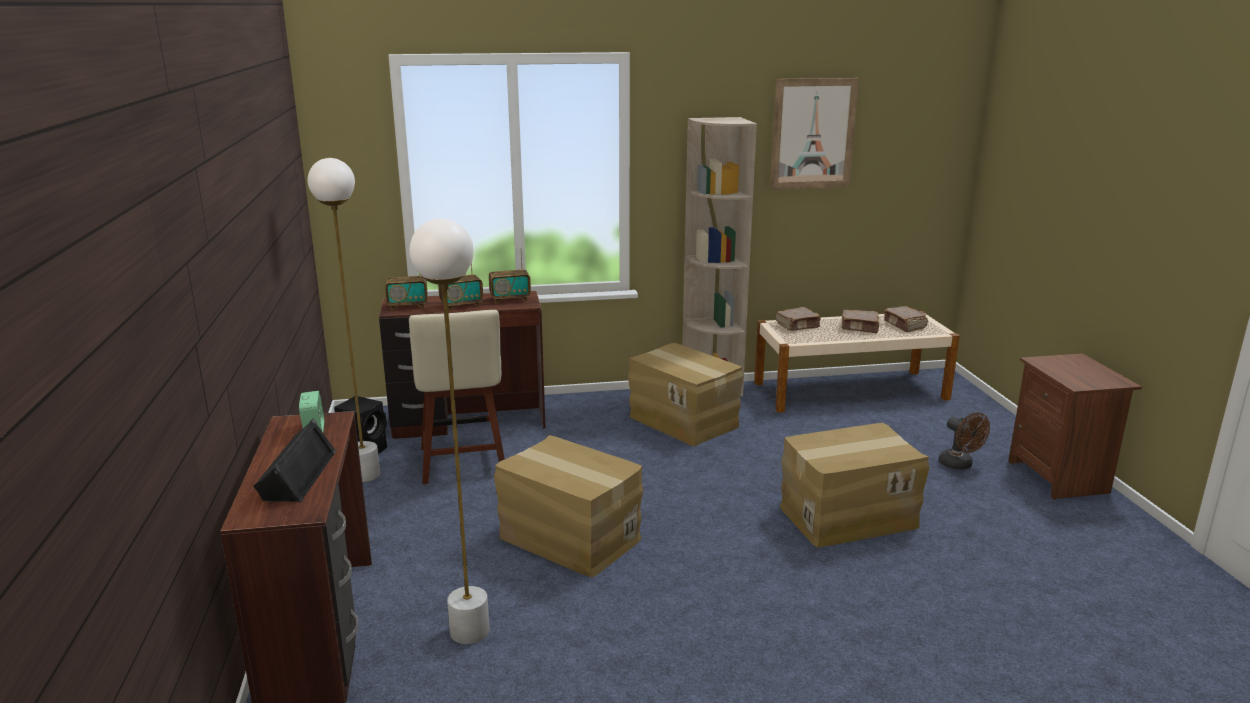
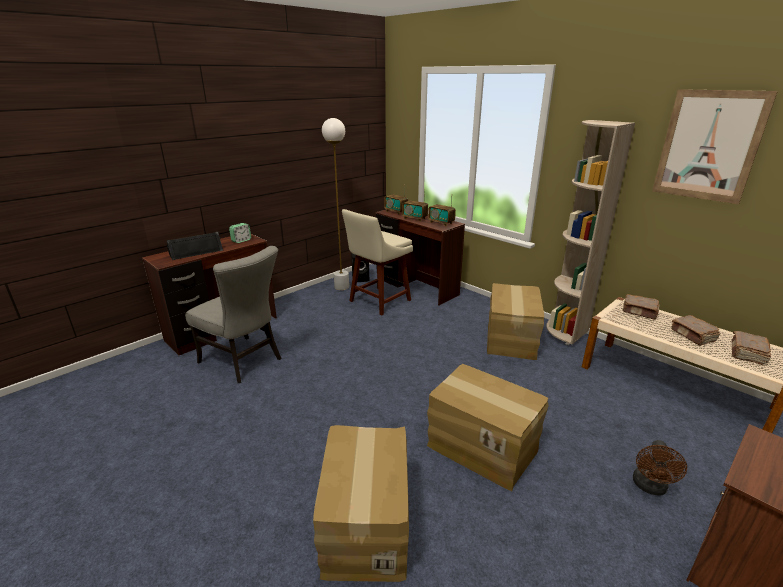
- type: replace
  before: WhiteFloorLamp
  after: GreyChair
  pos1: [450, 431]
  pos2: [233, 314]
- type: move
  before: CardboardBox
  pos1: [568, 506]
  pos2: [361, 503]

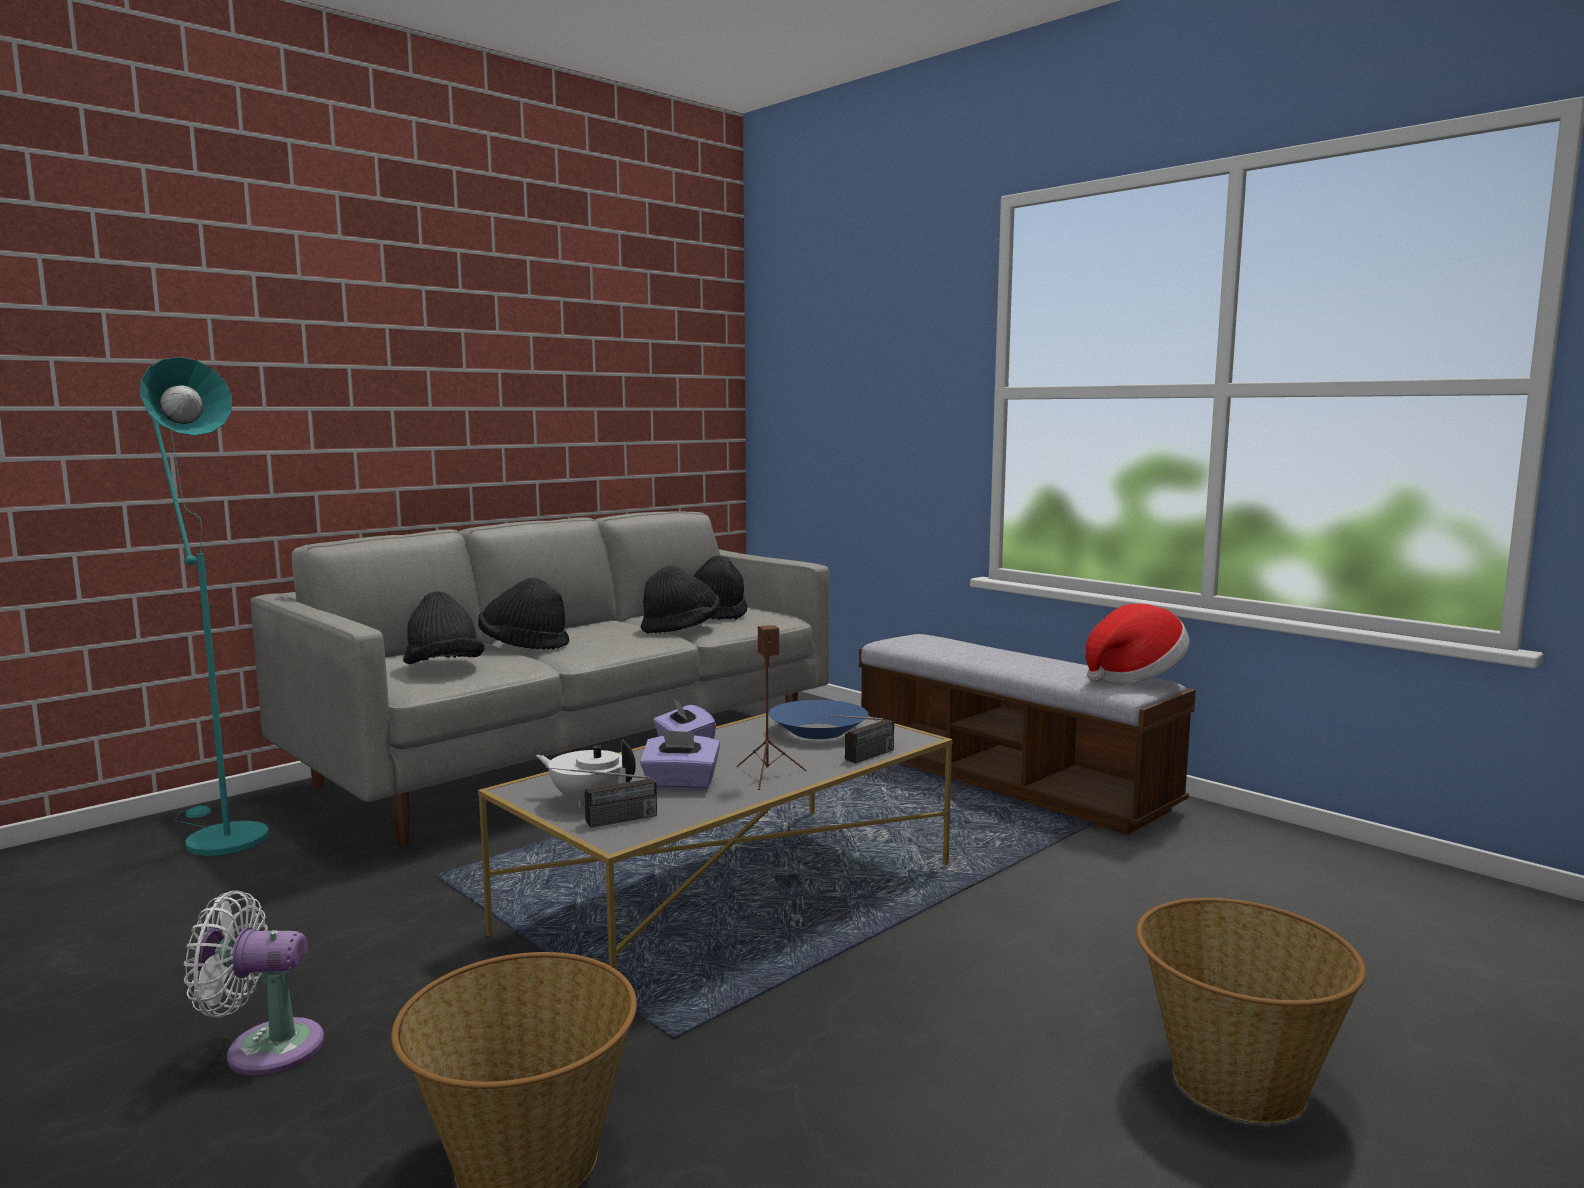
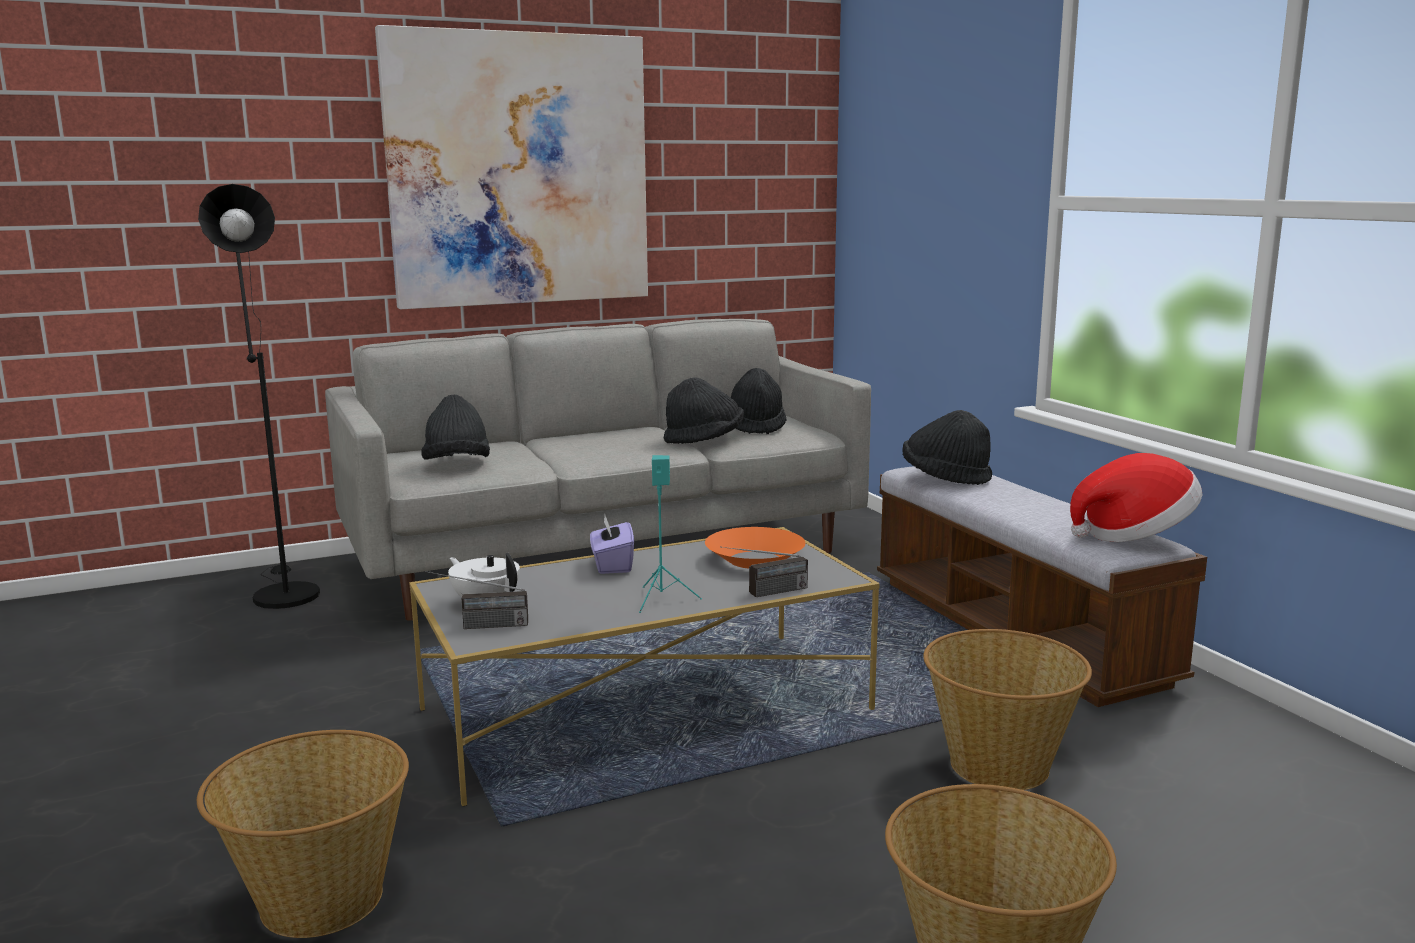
- type: recolor
  before: TurquoiseFloorLamp
  after: BlackFloorLamp
  pos1: [204, 606]
  pos2: [259, 396]
- type: insert
  after: WallArt
  pos2: [511, 167]
- type: recolor
  before: BrownLoudspeaker
  after: TurquoiseLoudspeaker
  pos1: [771, 707]
  pos2: [670, 534]
- type: recolor
  before: BluishBowl
  after: OrangeBowl
  pos1: [818, 719]
  pos2: [755, 548]
- type: move
  before: BlackWearableHat
  pos1: [523, 614]
  pos2: [947, 447]
- type: insert
  after: Basket
  pos2: [1007, 709]
- type: delete
  before: WhiteCoolingFan
  pos1: [254, 983]
- type: delete
  before: PurpleColouredBoxOfTissues
  pos1: [680, 760]

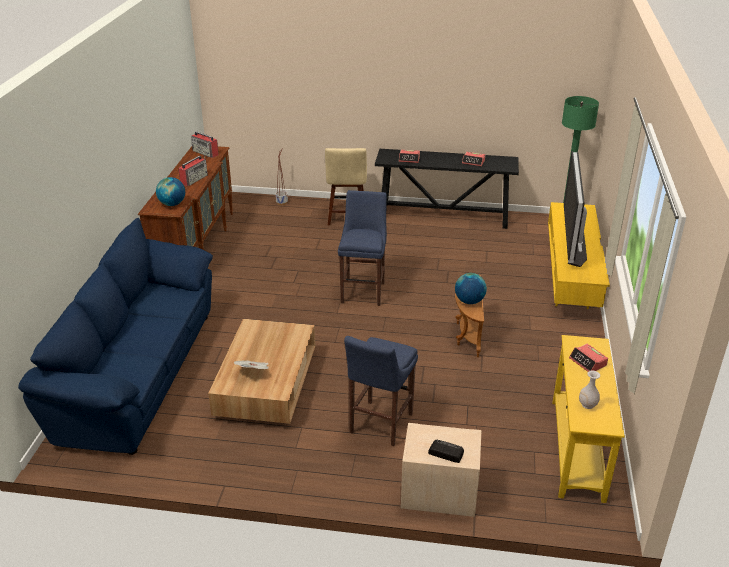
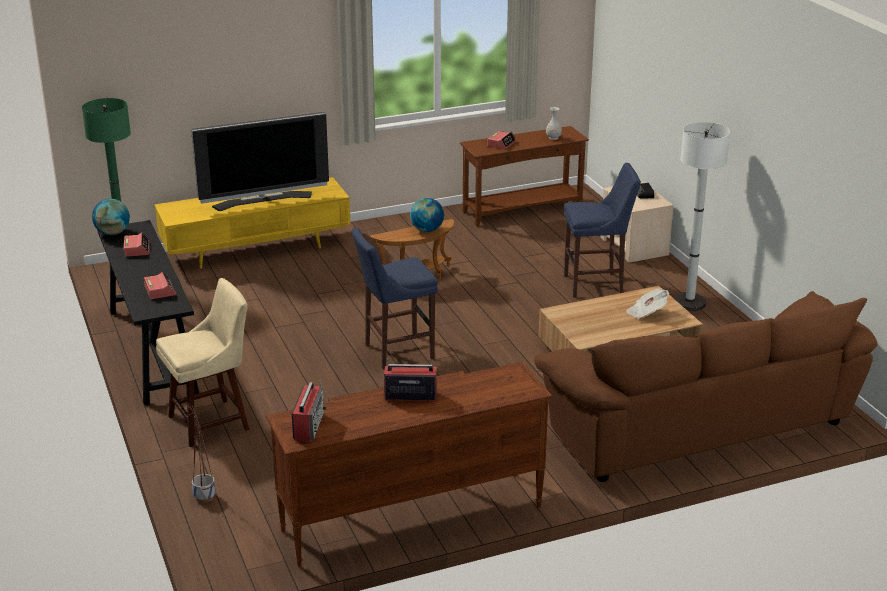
- type: move
  before: Globe
  pos1: [170, 191]
  pos2: [111, 217]
- type: recolor
  before: YellowColouredHallTable
  after: BrownHallTable
  pos1: [588, 419]
  pos2: [524, 176]
- type: recolor
  before: BluishCouch
  after: BrownCouch
  pos1: [115, 336]
  pos2: [706, 386]
- type: insert
  after: WhiteFloorLamp
  pos2: [702, 216]

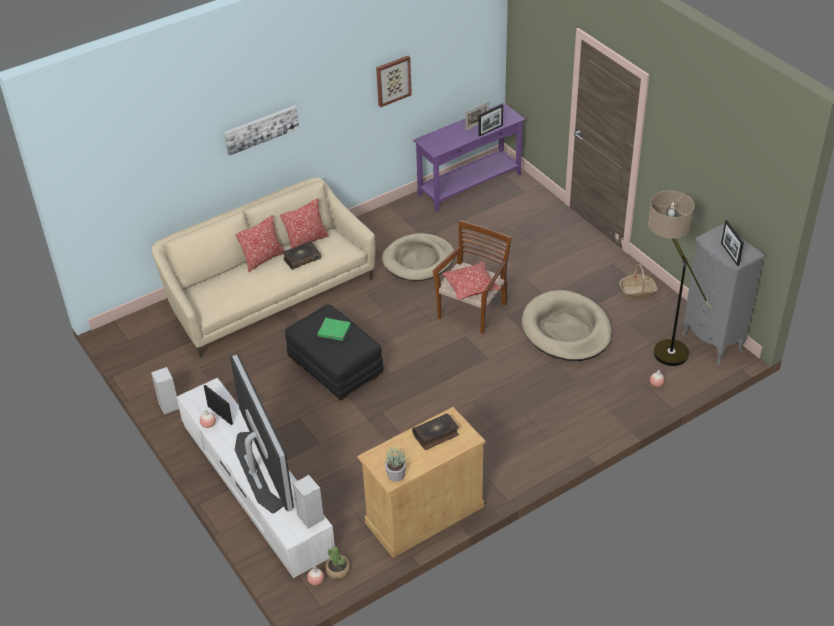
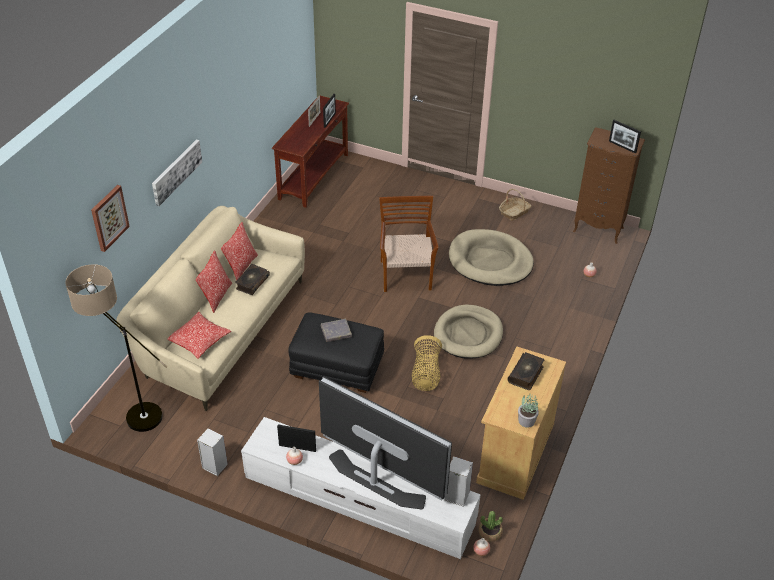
- type: move
  before: FloorLamp
  pos1: [679, 278]
  pos2: [116, 348]
- type: move
  before: WallArt
  pos1: [394, 81]
  pos2: [110, 218]
- type: move
  before: ThrowPillow
  pos1: [471, 280]
  pos2: [199, 335]
- type: recolor
  before: PurpleColouredHallTable
  after: BrownHallTable
  pos1: [469, 157]
  pos2: [310, 152]
- type: recolor
  before: GreenColouredBook
  after: GreyBook
  pos1: [334, 329]
  pos2: [336, 330]
- type: insert
  after: Basket
  pos2: [427, 363]
- type: move
  before: BeigeColouredDogBed
  pos1: [418, 257]
  pos2: [468, 331]
- type: recolor
  before: GreyDresser
  after: BrownDresser
  pos1: [723, 294]
  pos2: [609, 185]

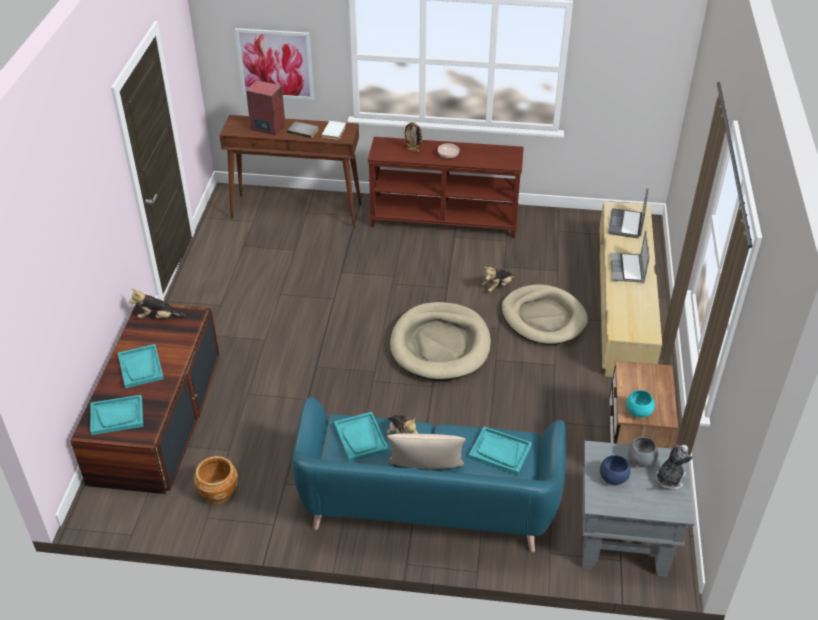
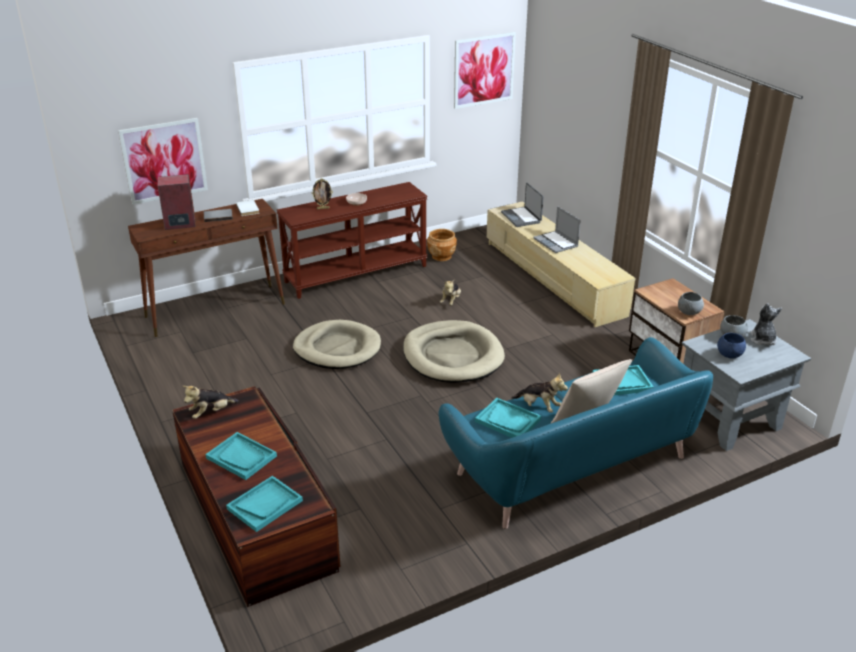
- type: move
  before: BeigeColouredDogBed
  pos1: [545, 314]
  pos2: [337, 344]
- type: move
  before: BrownFlowerPot
  pos1: [216, 480]
  pos2: [442, 245]
- type: insert
  after: WallArt
  pos2: [485, 70]
- type: recolor
  before: TurquoiseBowl
  after: GreyBowl
  pos1: [640, 404]
  pos2: [691, 303]

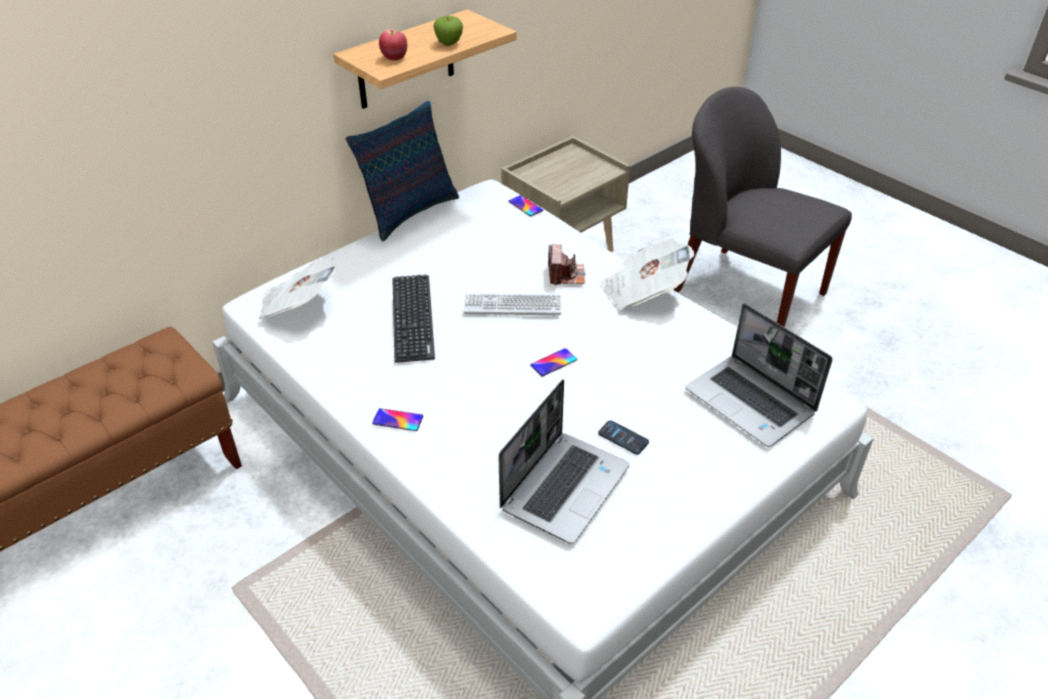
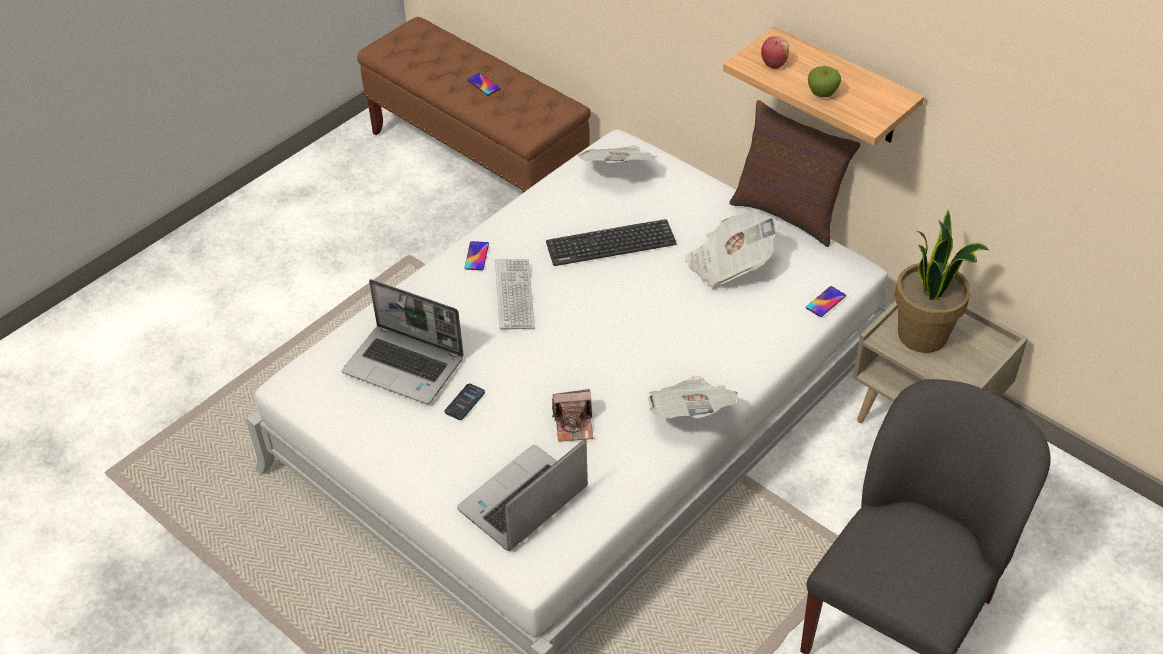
- type: move
  before: Telephone
  pos1: [553, 362]
  pos2: [484, 84]
- type: move
  before: ComputerKeyboard
  pos1: [512, 305]
  pos2: [515, 294]
- type: move
  before: PhotoCamera
  pos1: [566, 264]
  pos2: [572, 415]
- type: insert
  after: DailyPaper
  pos2: [732, 248]
- type: recolor
  before: BluishThrowPillow
  after: BrownThrowPillow
  pos1: [402, 171]
  pos2: [794, 173]
- type: insert
  after: PottedPlant
  pos2: [942, 281]

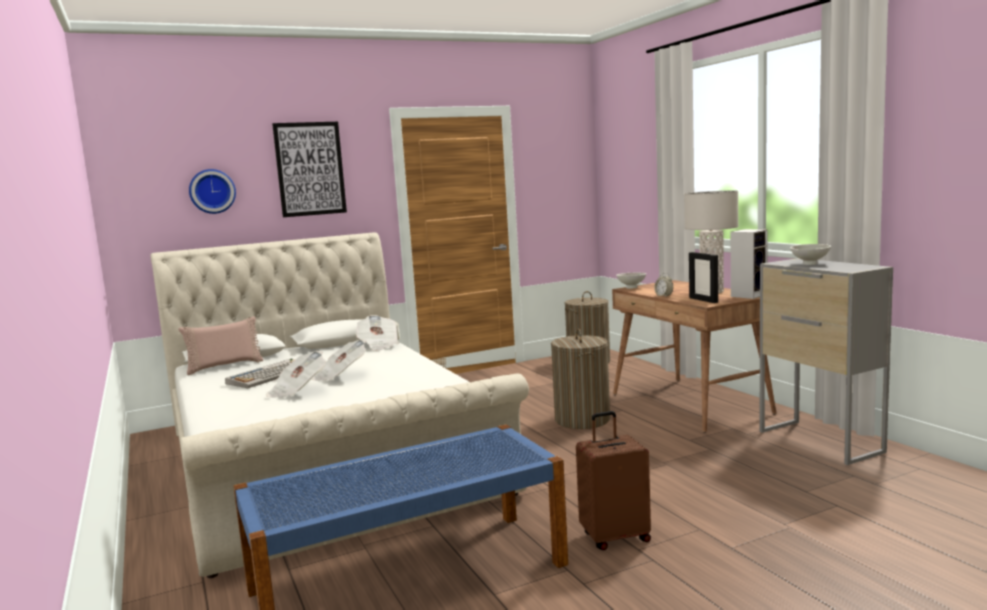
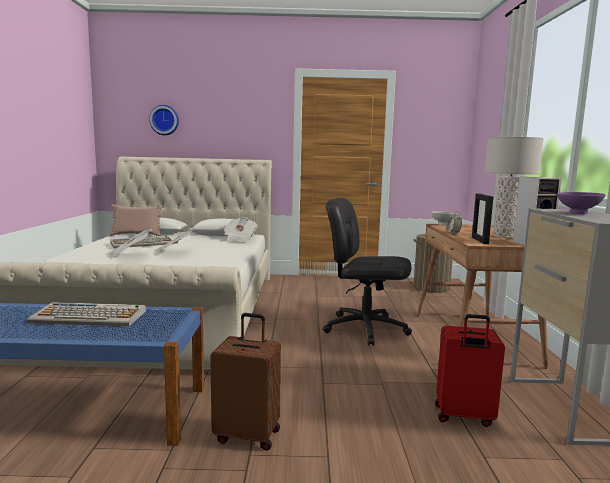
- type: insert
  after: ComputerKeyboard
  pos2: [86, 314]
- type: replace
  before: WashingBasket
  after: BlackOfficeChair
  pos1: [580, 379]
  pos2: [367, 272]
- type: insert
  after: RedColouredTravelCase
  pos2: [470, 370]
- type: recolor
  before: WhiteBowl
  after: PurpleColouredBowl
  pos1: [810, 254]
  pos2: [581, 203]
- type: delete
  before: WallArt
  pos1: [309, 169]

